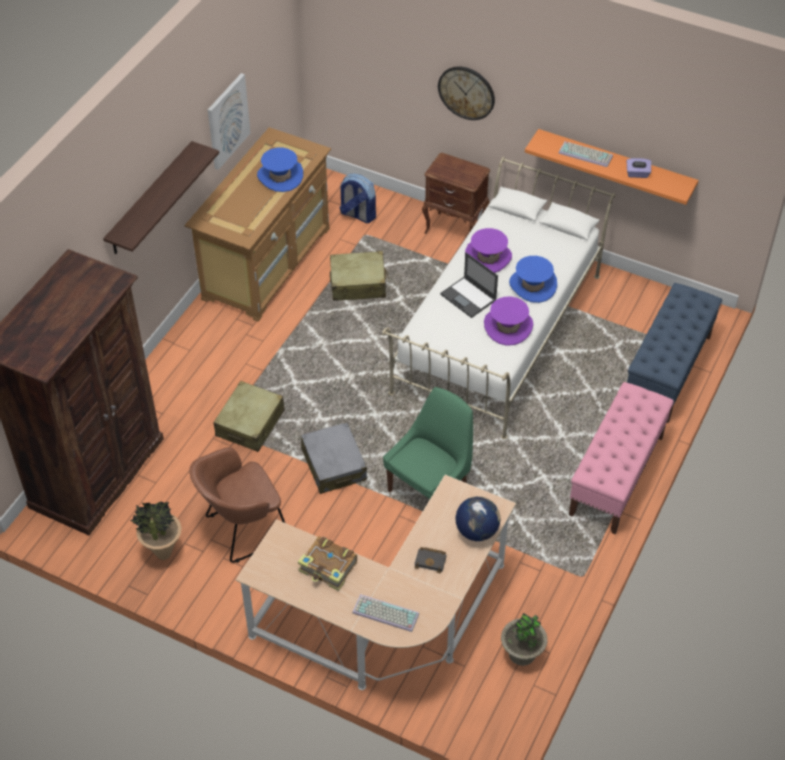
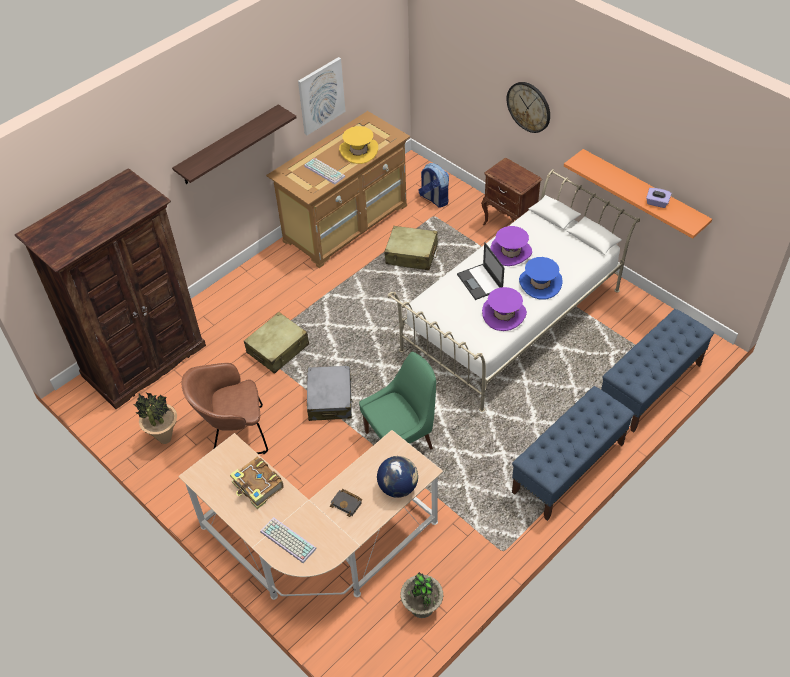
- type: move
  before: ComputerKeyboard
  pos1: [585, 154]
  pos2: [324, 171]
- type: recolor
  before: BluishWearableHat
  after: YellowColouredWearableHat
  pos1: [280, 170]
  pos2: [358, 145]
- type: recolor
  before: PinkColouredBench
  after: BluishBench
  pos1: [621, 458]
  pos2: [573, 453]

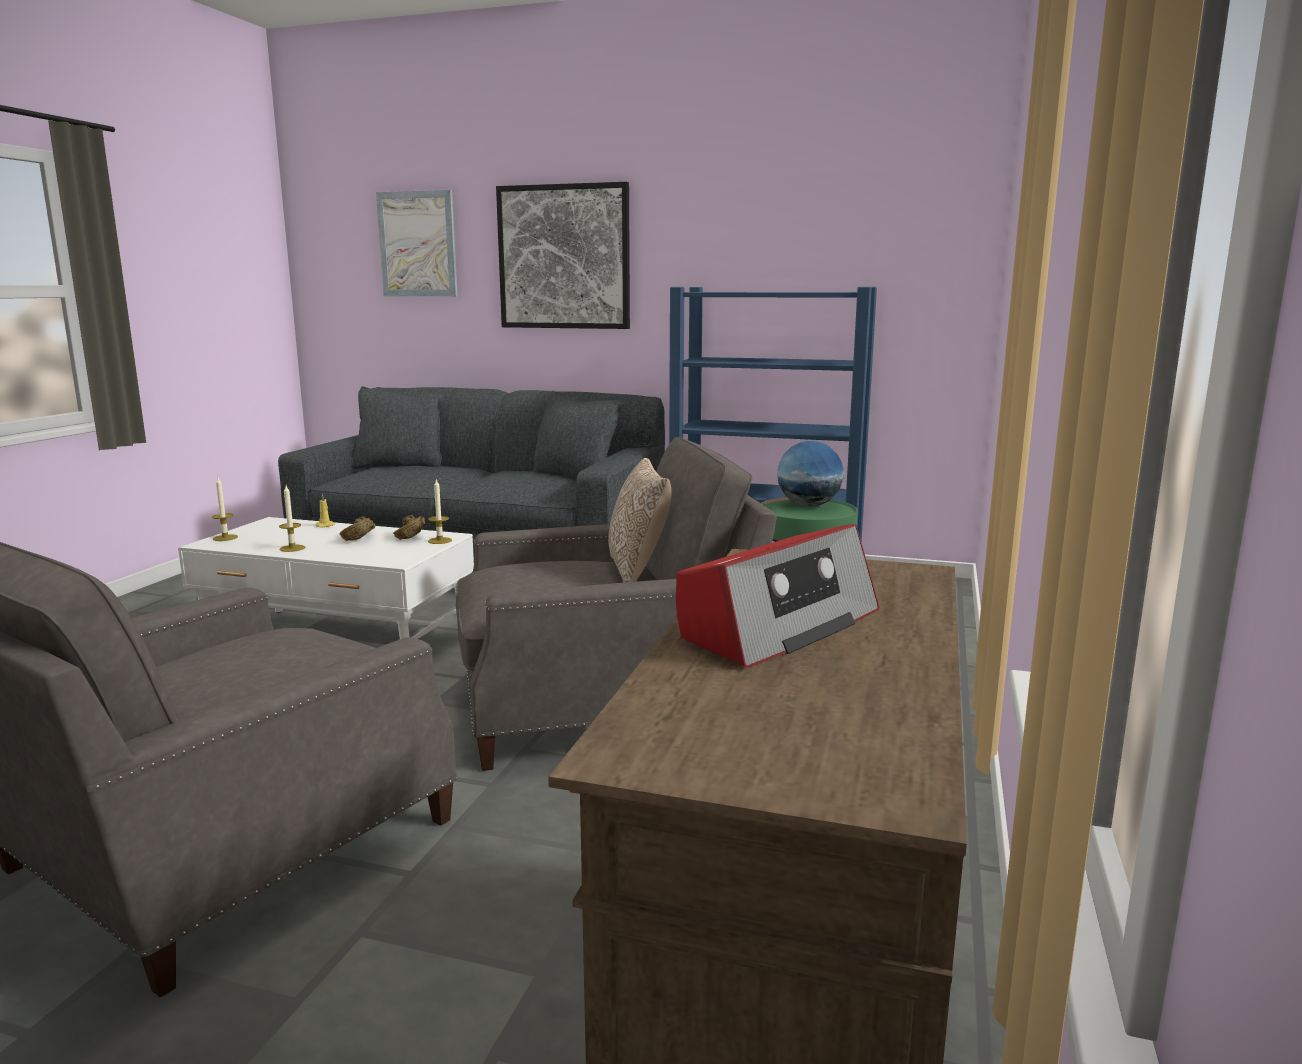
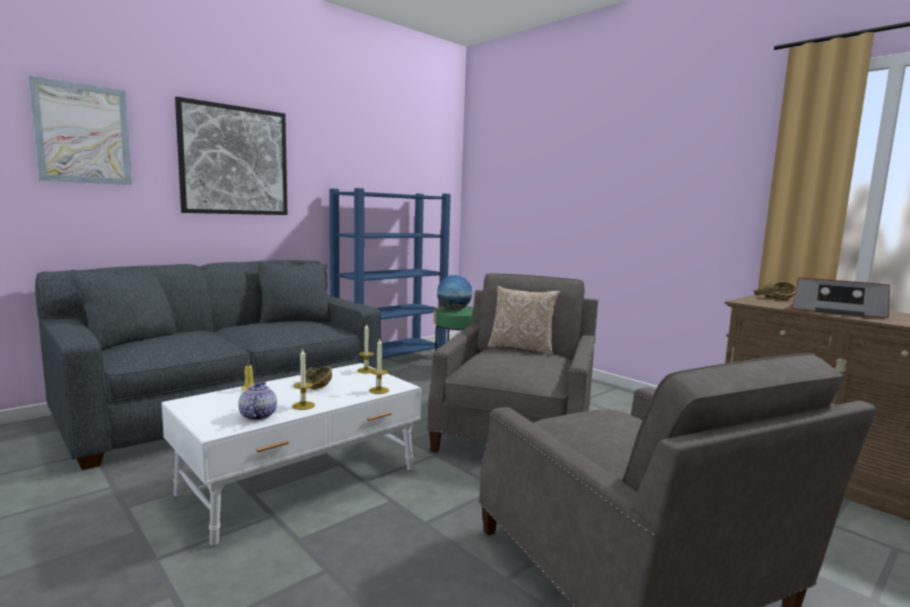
- type: insert
  after: TeaPot
  pos2: [257, 401]
- type: move
  before: WaxLight
  pos1: [225, 509]
  pos2: [379, 366]
- type: move
  before: BrownBowl
  pos1: [409, 527]
  pos2: [775, 290]
- type: rotate
  before: RadioSet
  pos1: [777, 596]
  pos2: [841, 298]
  turn: 135

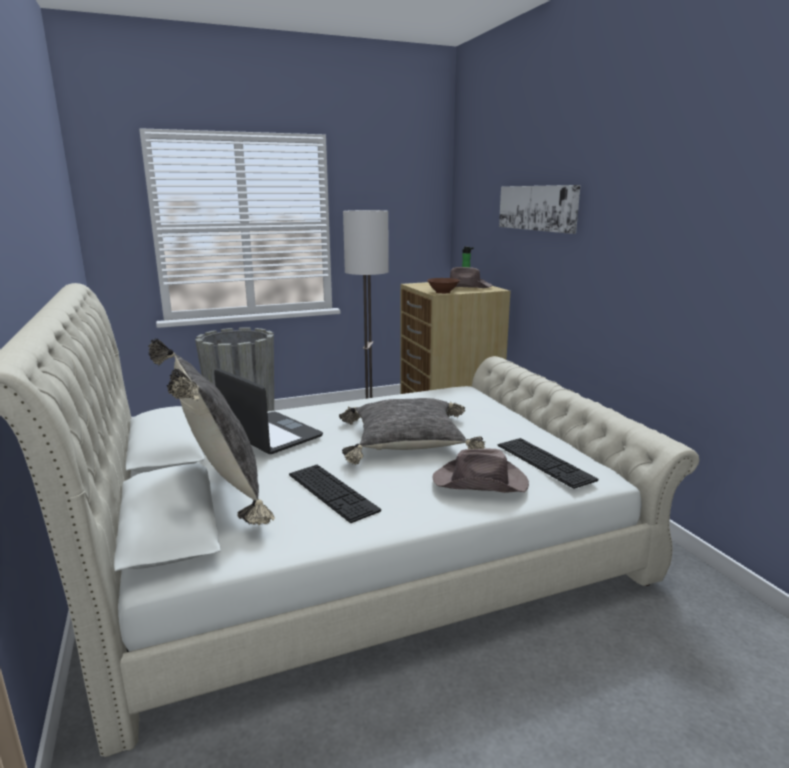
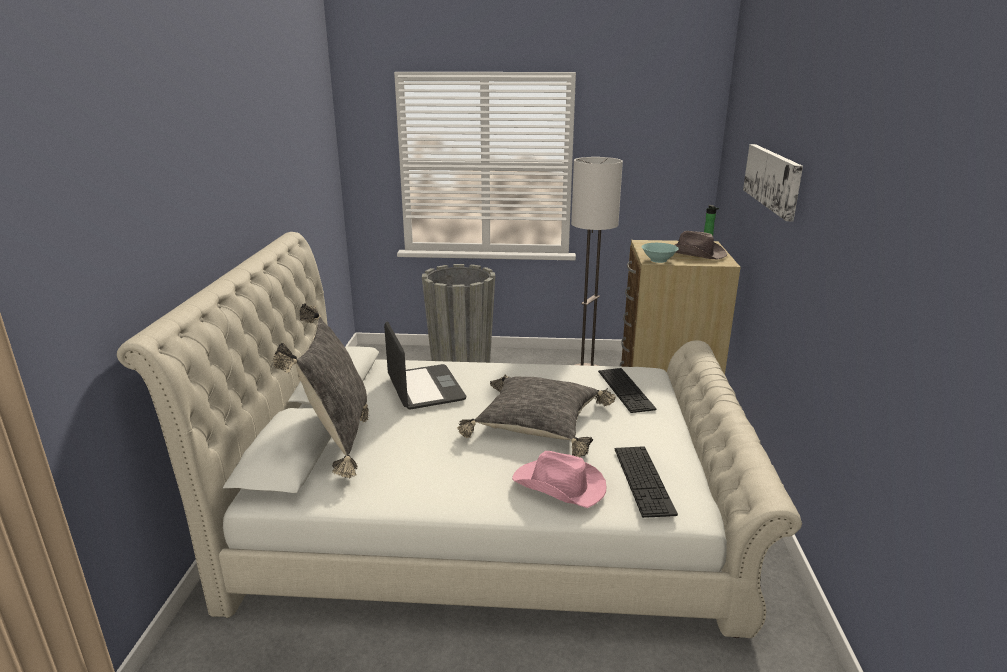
- type: recolor
  before: BrownWearableHat
  after: PinkColouredWearableHat
  pos1: [480, 471]
  pos2: [559, 479]
- type: move
  before: ComputerKeyboard
  pos1: [335, 494]
  pos2: [627, 390]
- type: recolor
  before: BrownBowl
  after: TurquoiseBowl
  pos1: [443, 286]
  pos2: [660, 253]

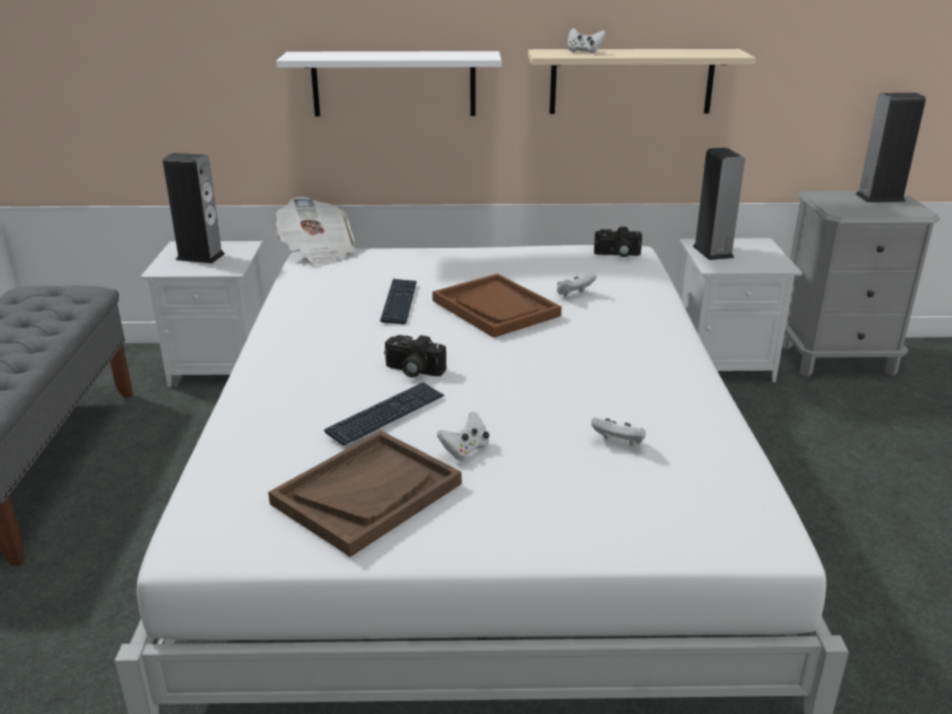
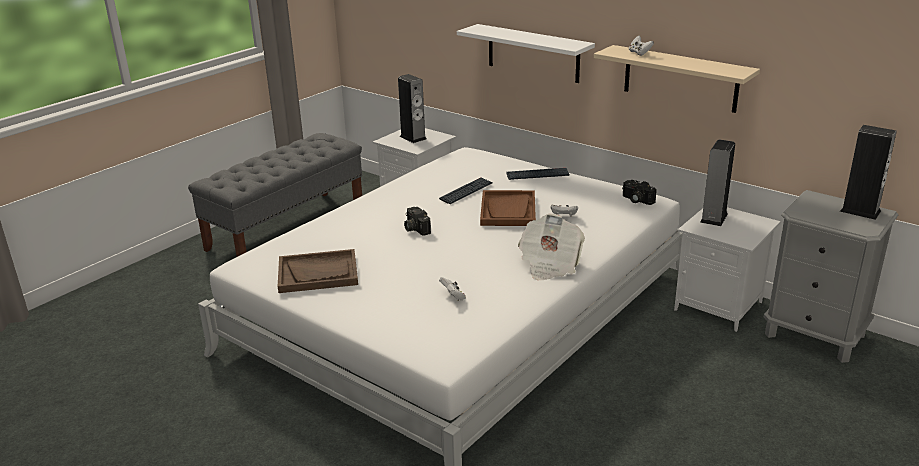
- type: move
  before: ComputerKeyboard
  pos1: [384, 414]
  pos2: [538, 174]
- type: move
  before: DailyPaper
  pos1: [315, 232]
  pos2: [551, 247]
- type: delete
  before: WhiteGamepad
  pos1: [463, 435]

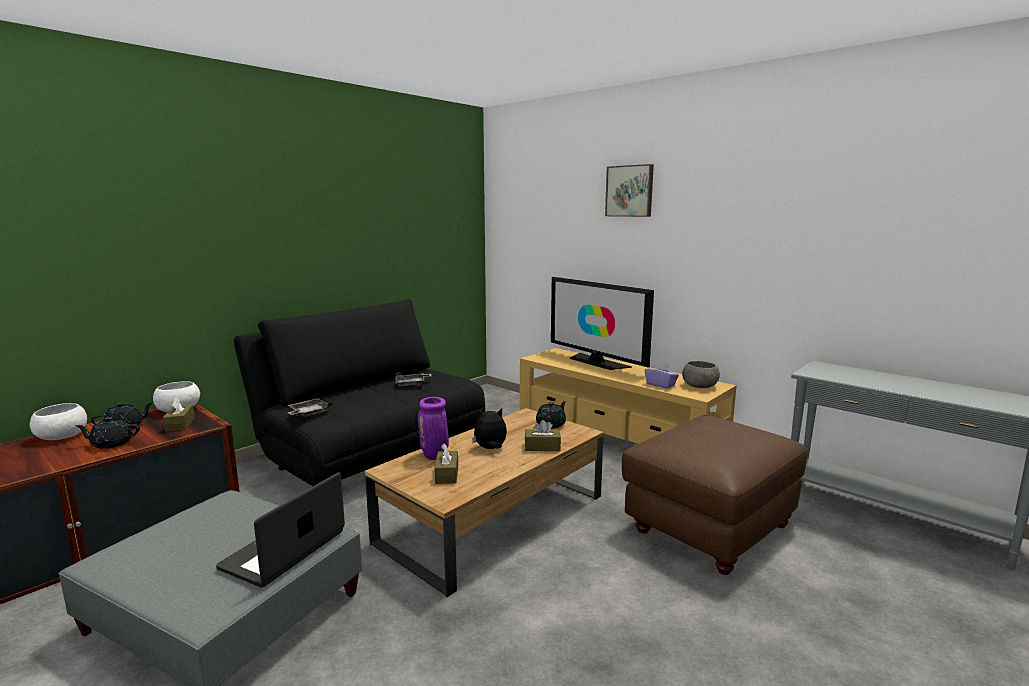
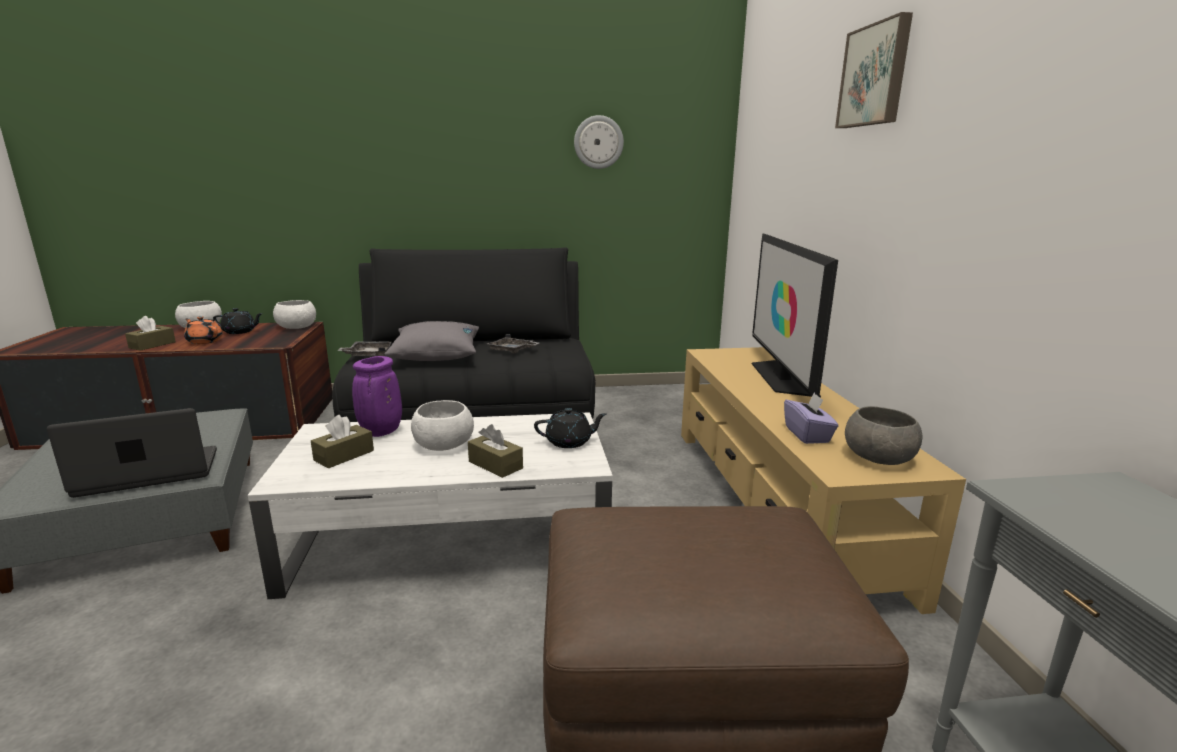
- type: move
  before: BrownBoxOfTissues
  pos1: [179, 414]
  pos2: [150, 333]
- type: recolor
  before: BlackTeaPot
  after: OrangeTeaPot
  pos1: [107, 433]
  pos2: [203, 330]
- type: recolor
  before: BrownLowTable
  after: WhiteLowTable
  pos1: [484, 502]
  pos2: [430, 505]
- type: insert
  after: GreyThrowPillow
  pos2: [432, 341]
- type: replace
  before: SoftToy
  after: WhiteBowl
  pos1: [489, 428]
  pos2: [442, 425]
- type: insert
  after: WallClock
  pos2: [599, 142]

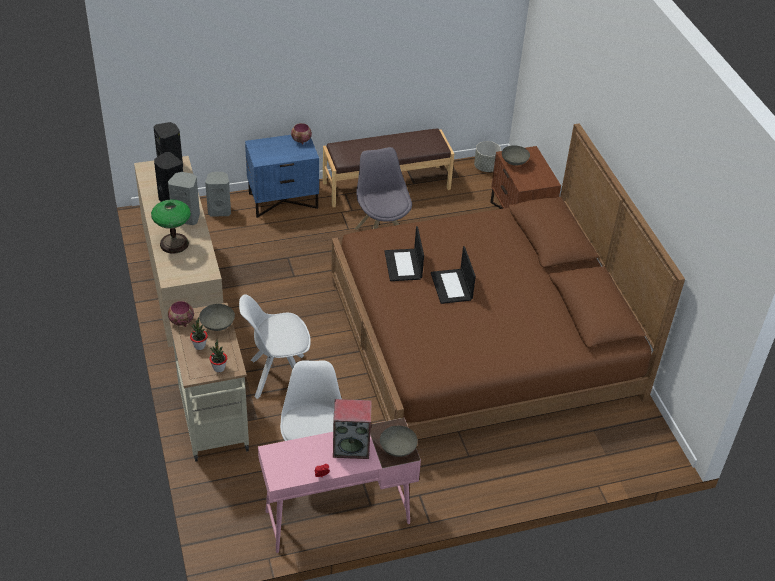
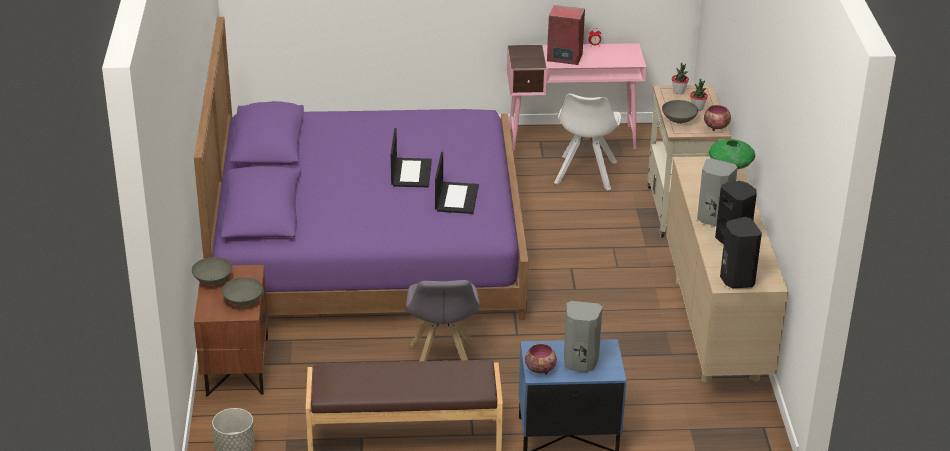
- type: move
  before: GreyBowl
  pos1: [399, 441]
  pos2: [212, 271]
- type: recolor
  before: BrownSleepingBed
  after: PurpleColouredSleepingBed
  pos1: [508, 281]
  pos2: [361, 168]
- type: move
  before: GreyLoudspeaker
  pos1: [218, 194]
  pos2: [583, 336]
- type: delete
  before: WhiteChair
  pos1: [275, 346]

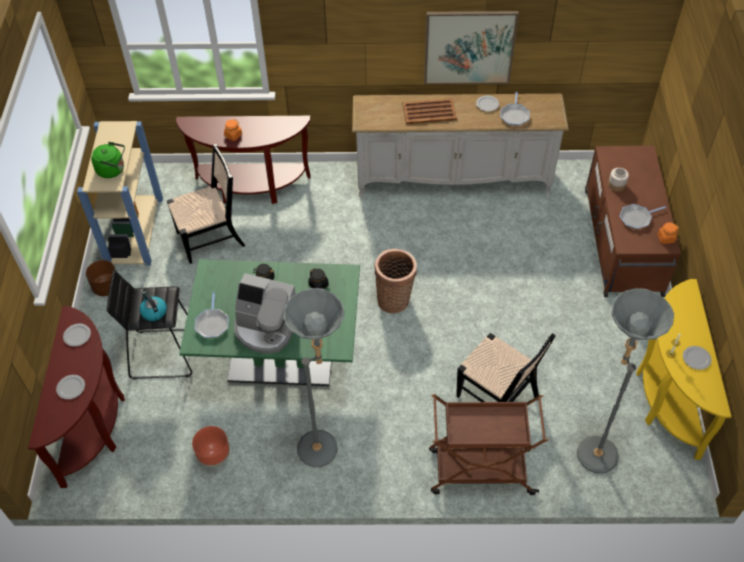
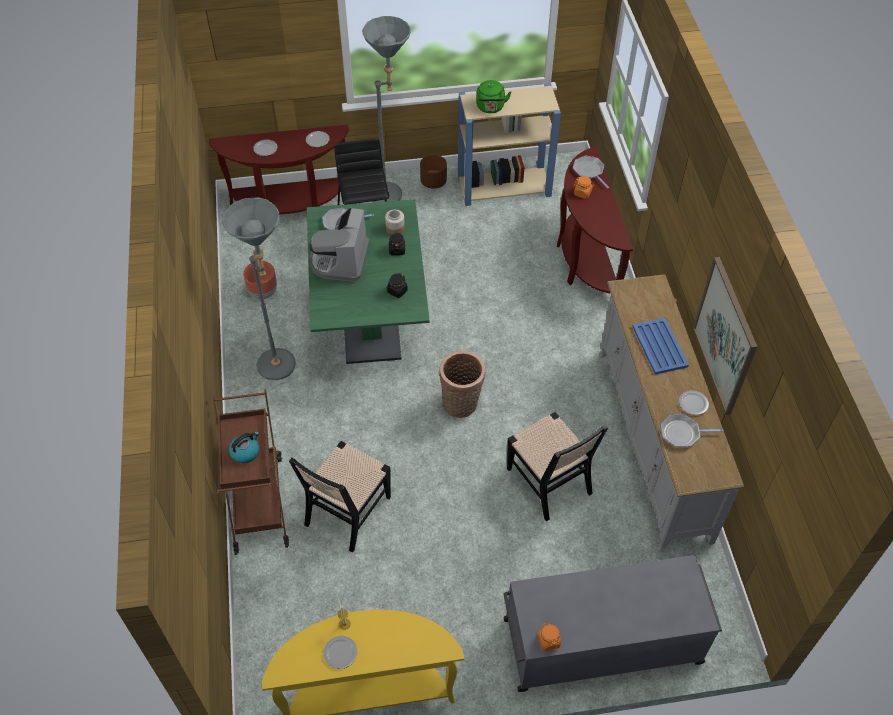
- type: move
  before: Kettle
  pos1: [153, 306]
  pos2: [244, 447]
- type: move
  before: GreyFloorLamp
  pos1: [625, 381]
  pos2: [386, 109]
- type: move
  before: Jar
  pos1: [618, 180]
  pos2: [395, 222]
- type: recolor
  before: BrownCabinet
  after: GreyCabinet
  pos1: [633, 221]
  pos2: [612, 623]
- type: move
  before: Chair
  pos1: [206, 204]
  pos2: [557, 466]
- type: move
  before: Pan
  pos1: [643, 216]
  pos2: [591, 171]
- type: recolor
  before: BrownCarryingTray
  after: BluishCarryingTray
  pos1: [430, 111]
  pos2: [660, 346]

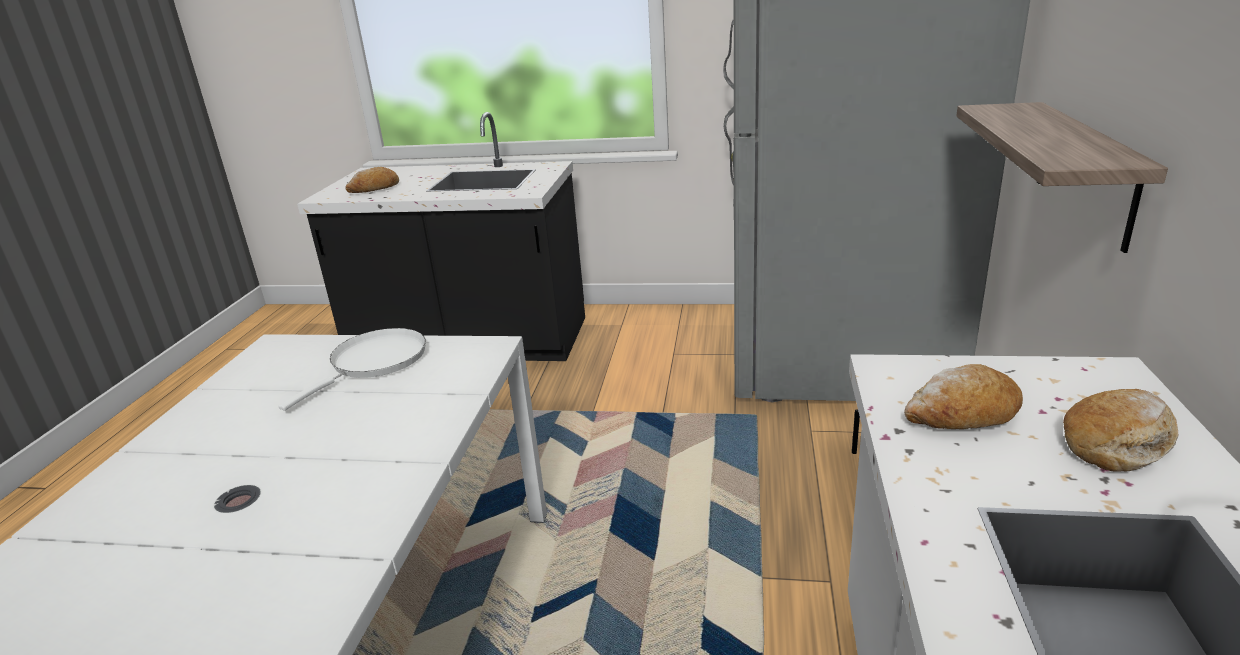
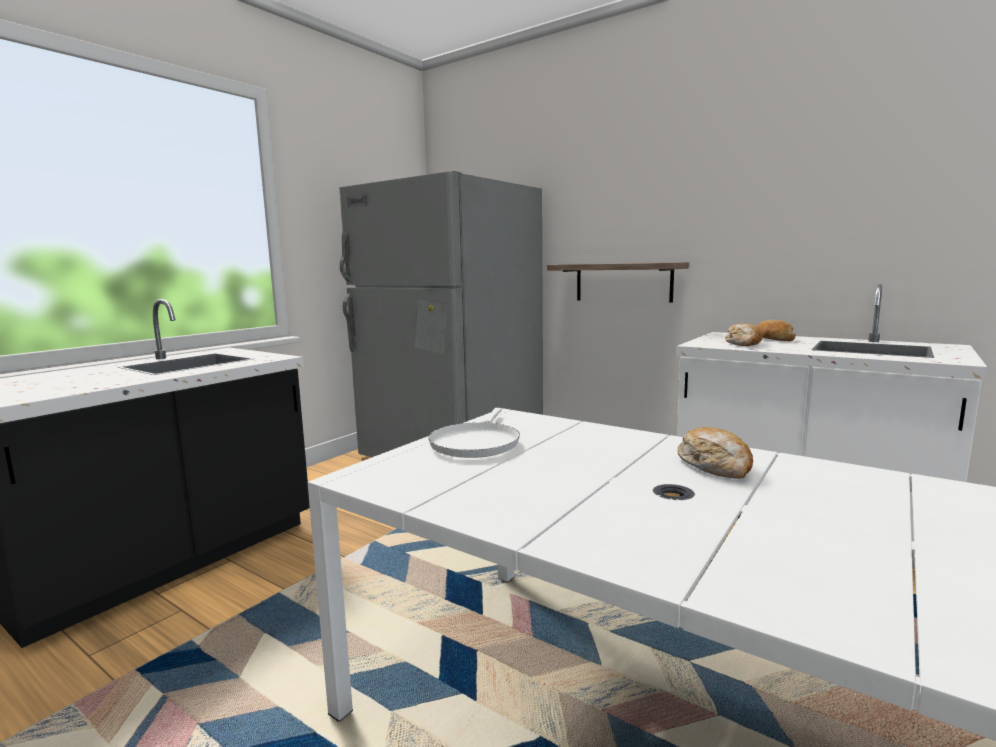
- type: rotate
  before: WhitePan
  pos1: [352, 369]
  pos2: [474, 433]
  turn: -135
- type: move
  before: Bread
  pos1: [372, 180]
  pos2: [715, 453]

